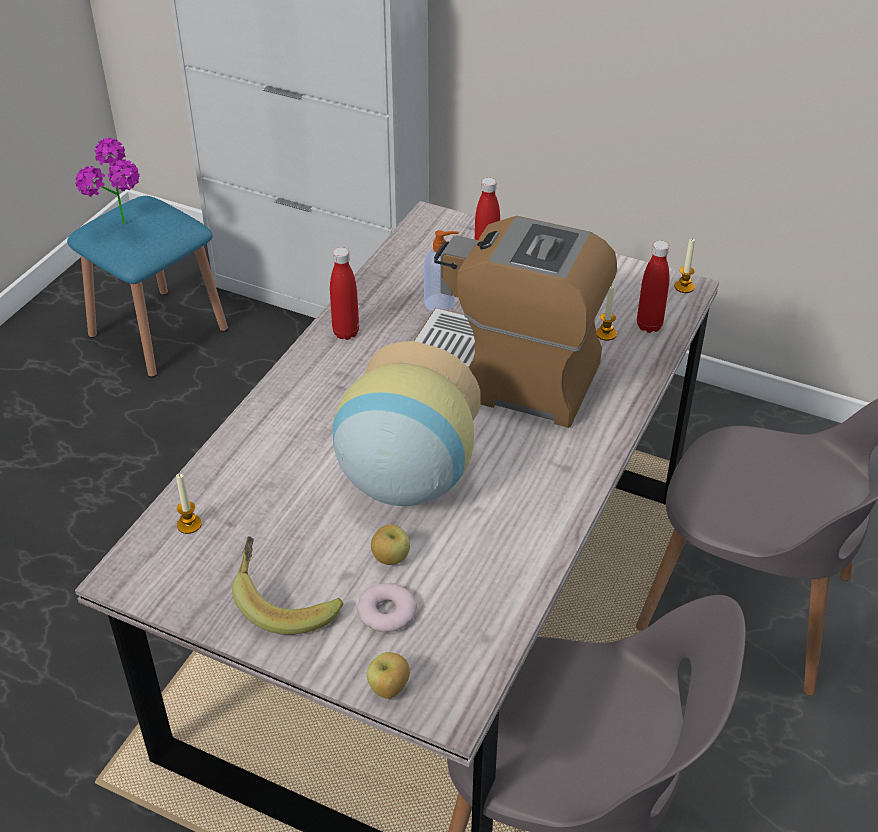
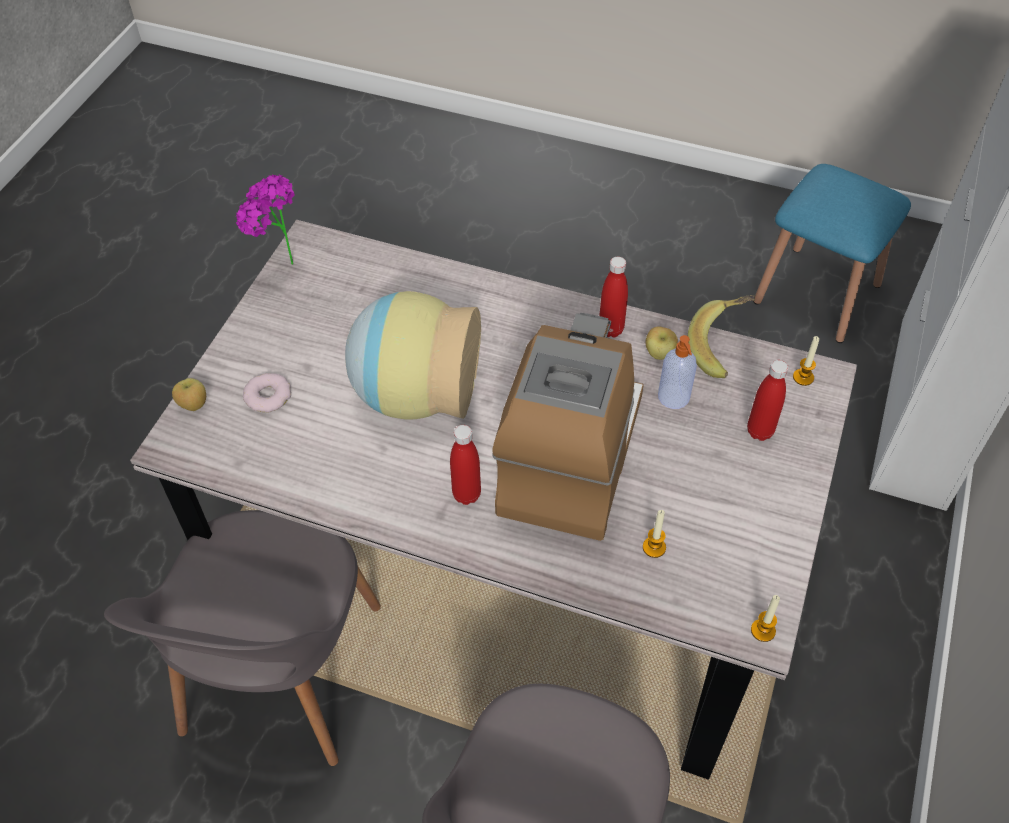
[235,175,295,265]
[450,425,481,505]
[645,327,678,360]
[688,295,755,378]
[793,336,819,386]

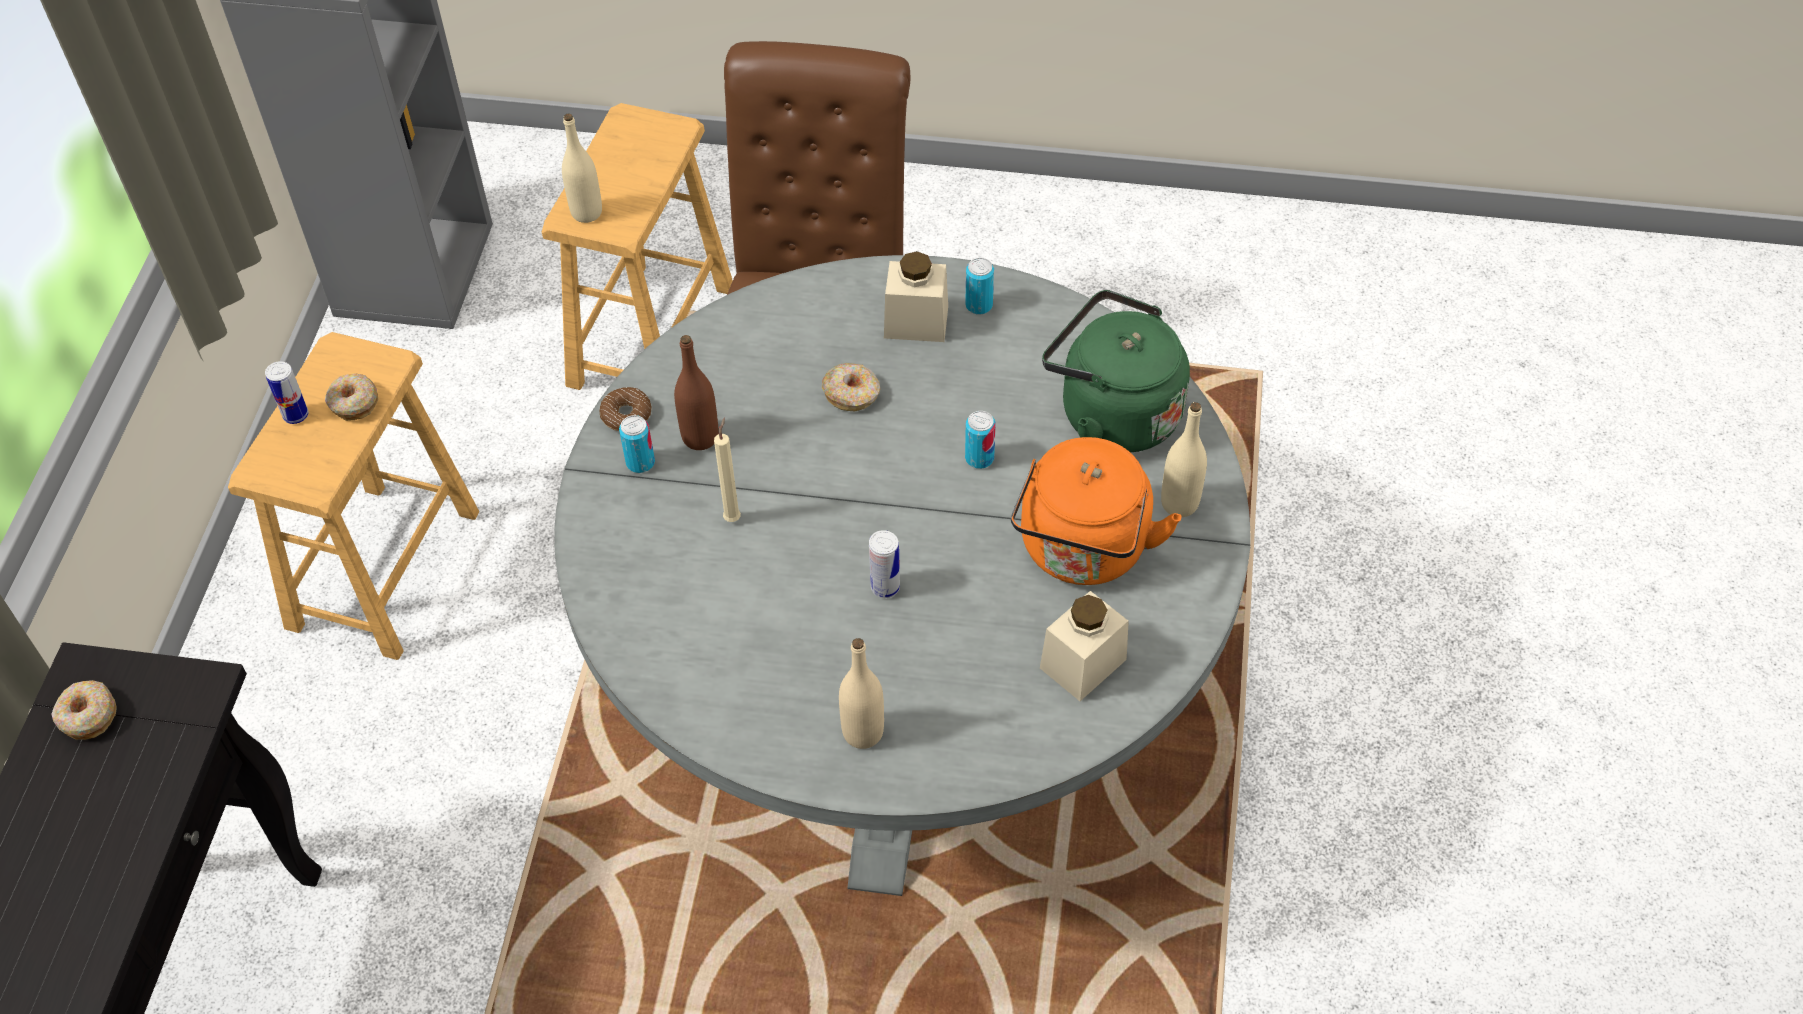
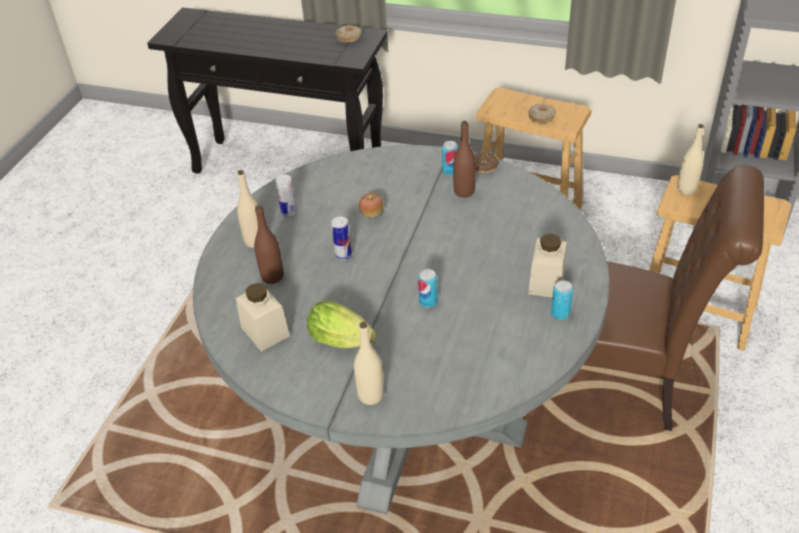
[254,205,283,284]
[276,175,297,217]
[307,300,377,348]
[359,193,383,218]
[714,417,741,522] (first image)
[822,363,880,411] (first image)
[1042,290,1190,453] (first image)

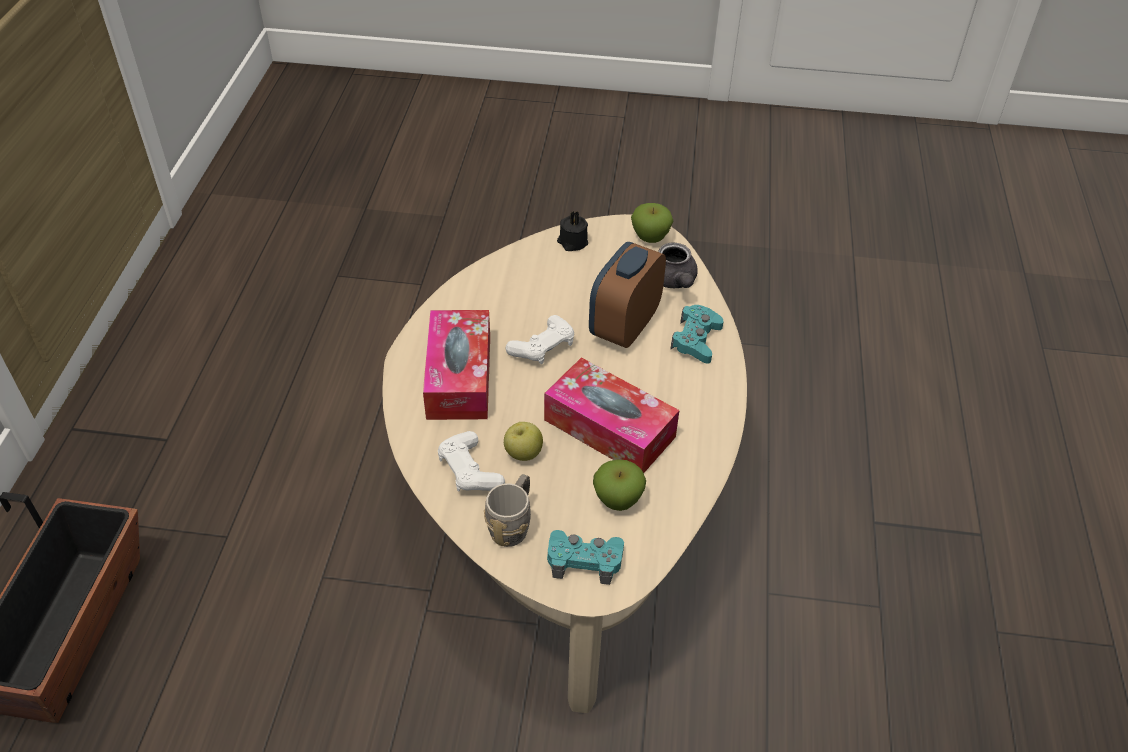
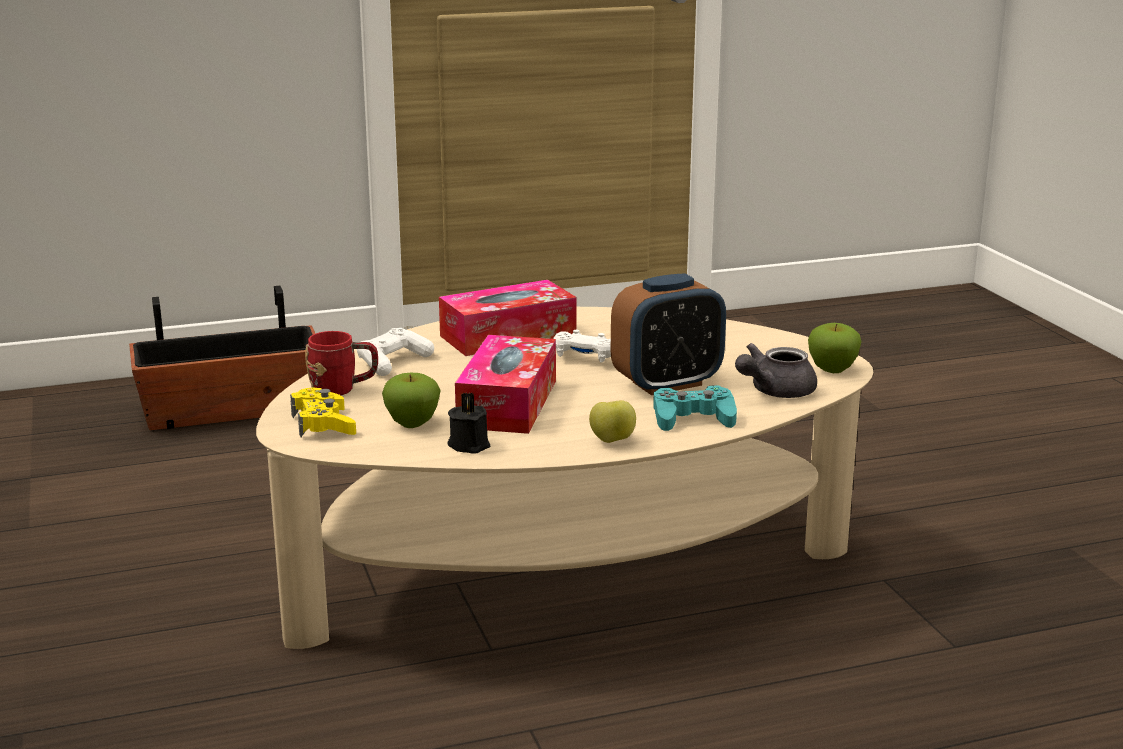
[290,388,356,437]
[305,331,378,395]
[447,393,490,454]
[589,400,636,443]
[611,273,726,395]

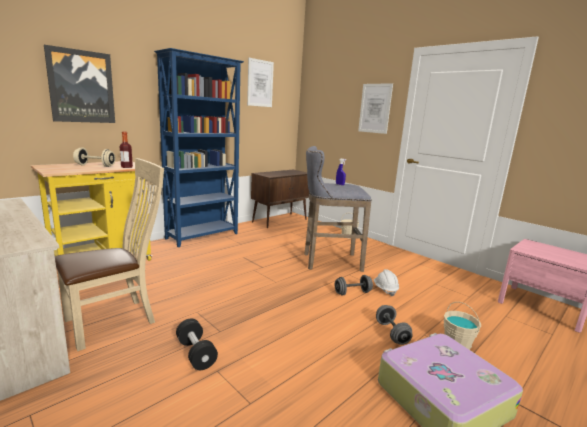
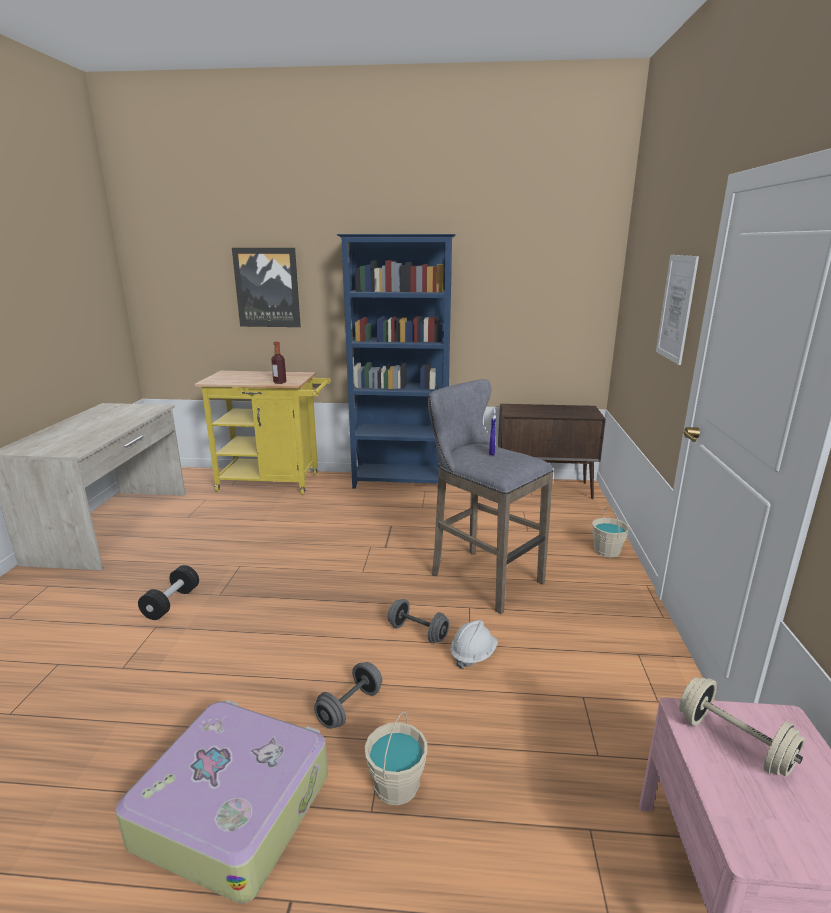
[679,677,805,777]
[55,158,164,351] (first image)
[247,58,274,107] (first image)

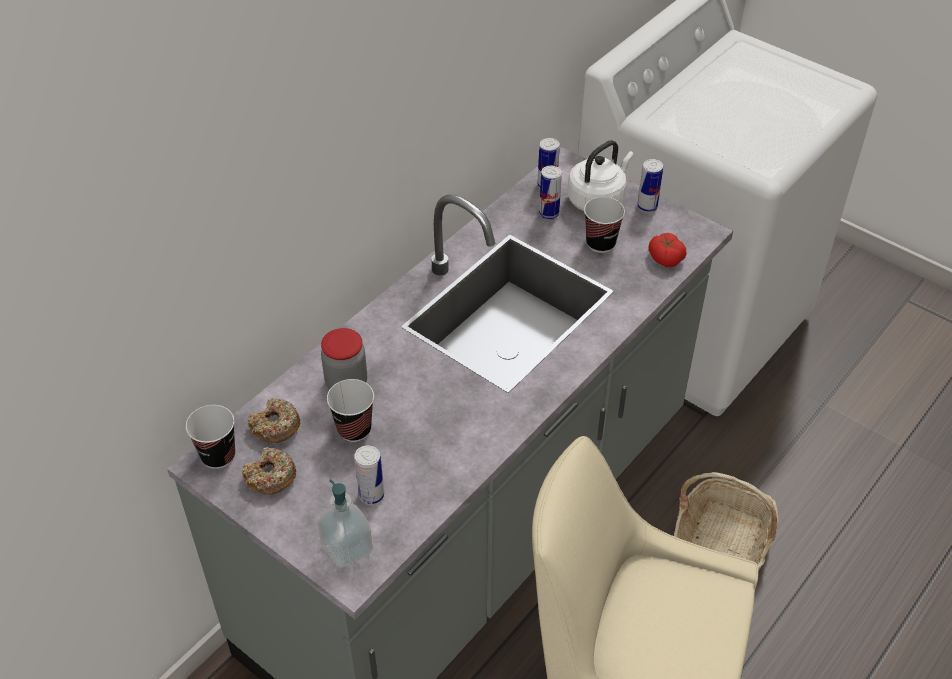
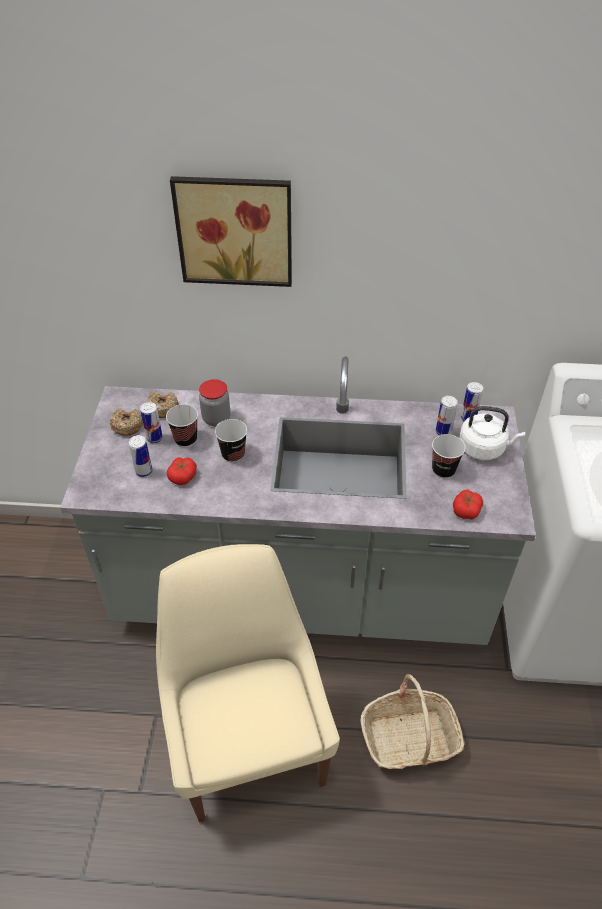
[140,402,163,443]
[167,457,197,485]
[170,176,292,287]
[215,419,247,463]
[317,480,373,568] (first image)

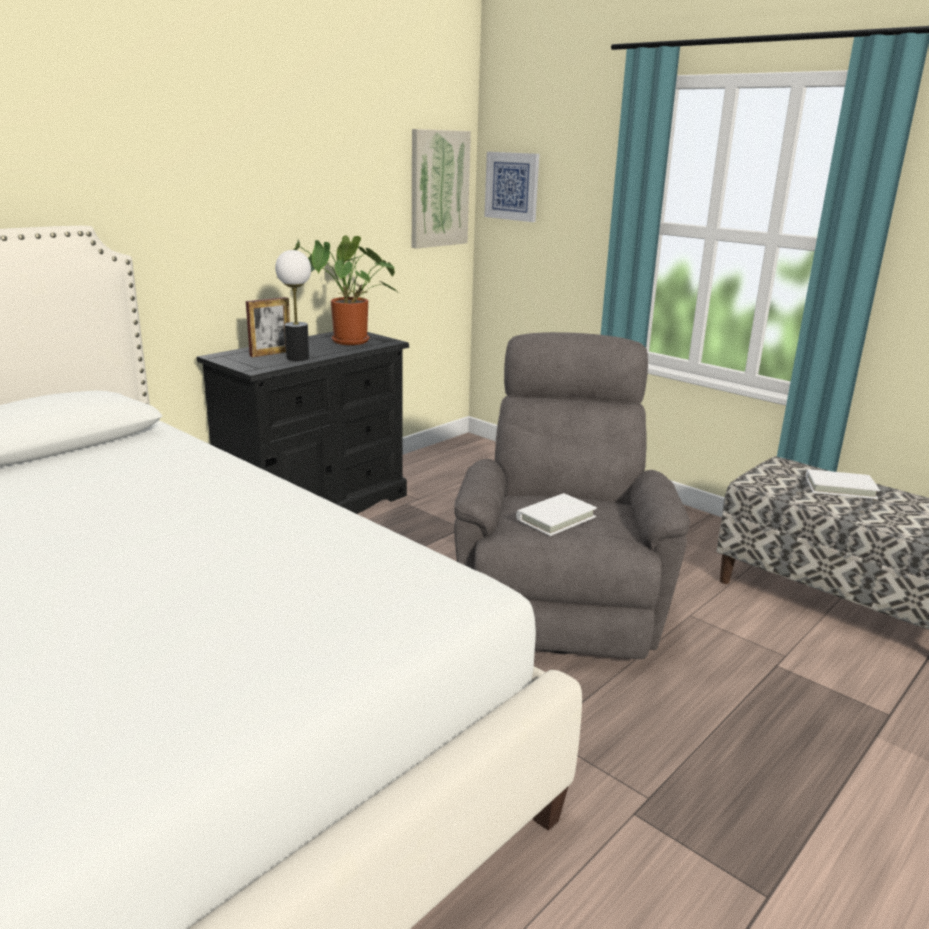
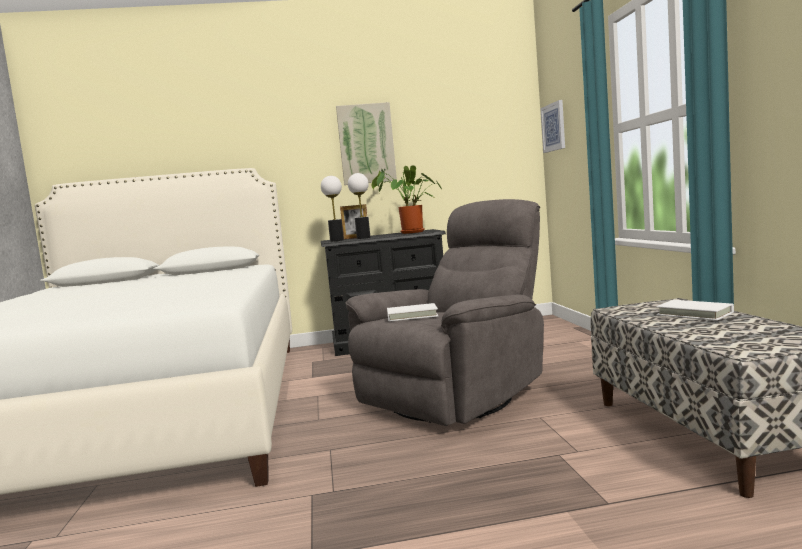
[321,176,344,242]
[336,102,397,185]

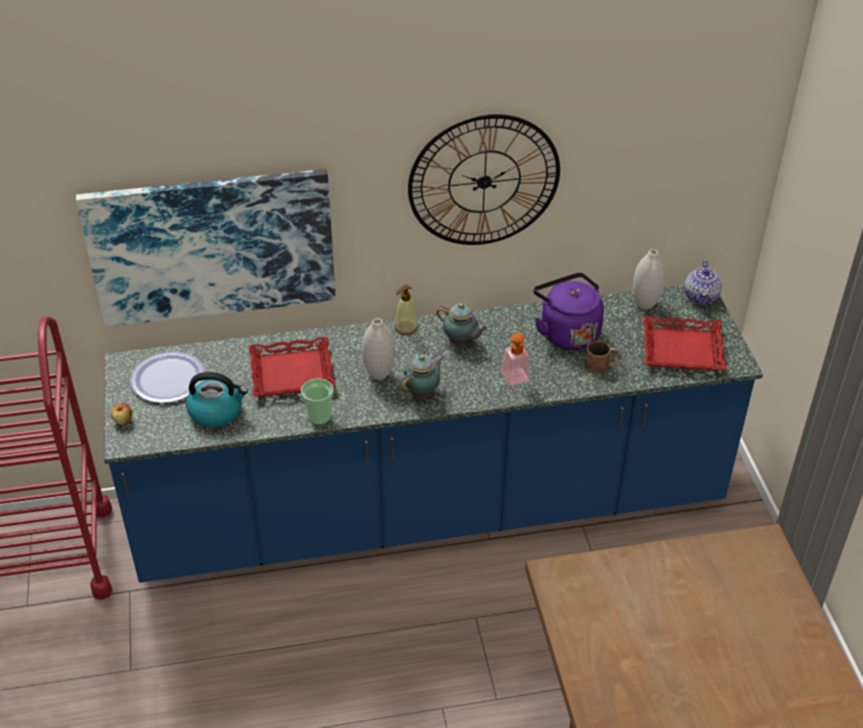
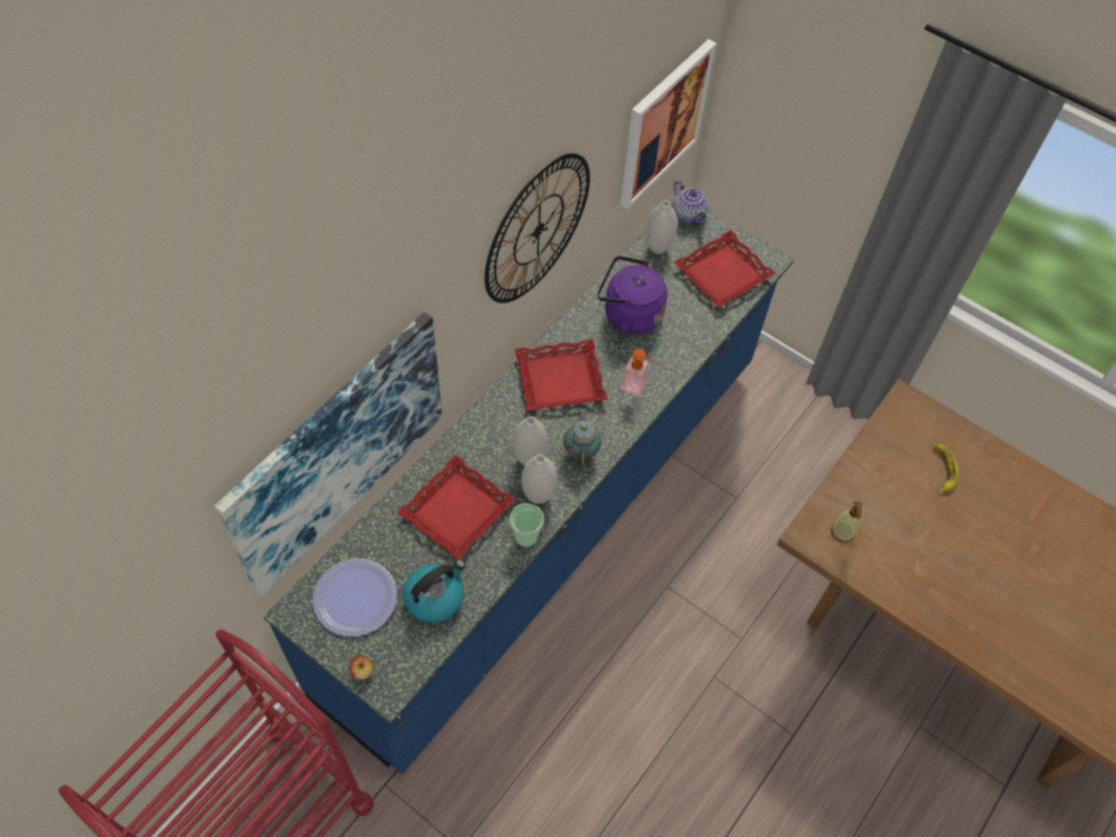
[515,339,608,410]
[521,454,557,504]
[620,39,717,209]
[831,501,862,543]
[933,443,959,493]
[585,341,621,374] (first image)

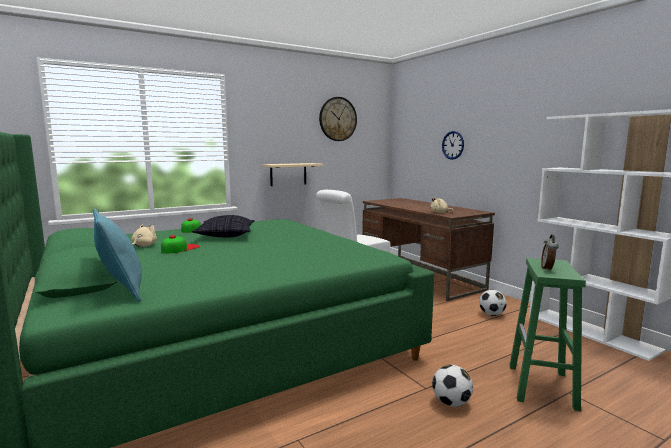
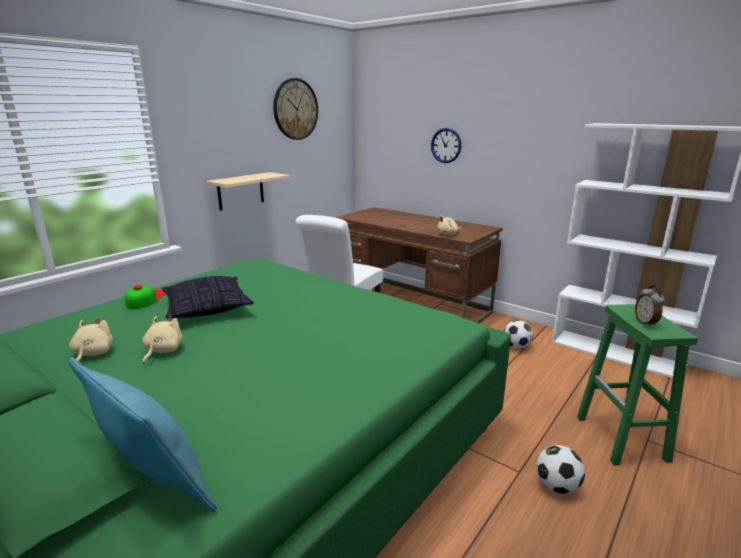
[142,316,183,364]

